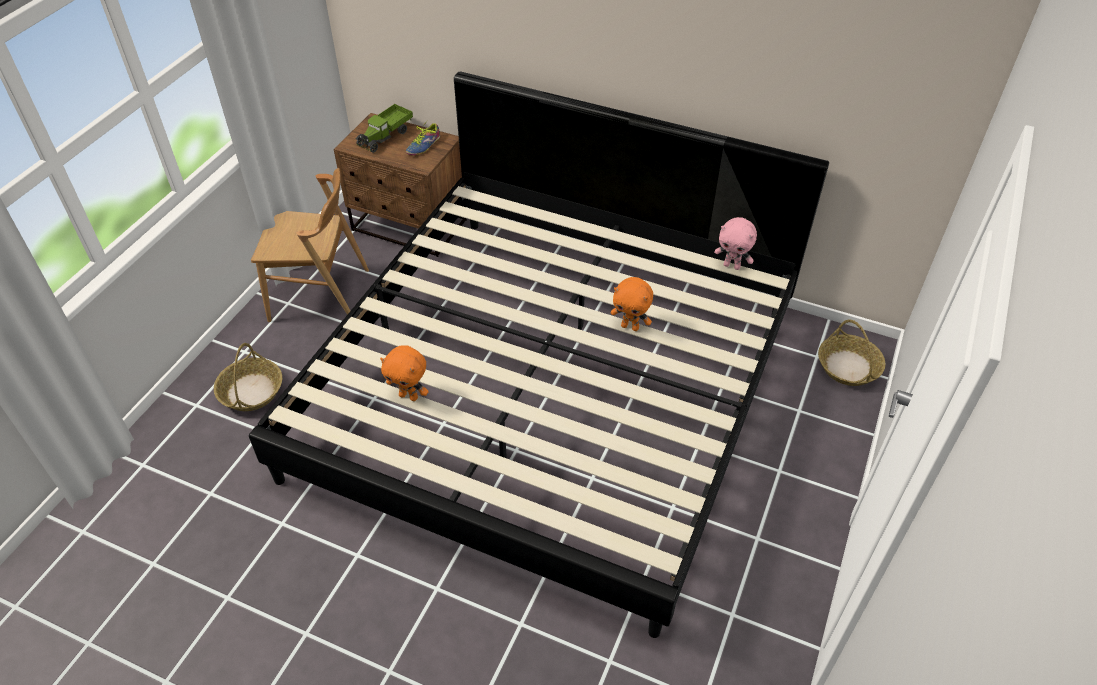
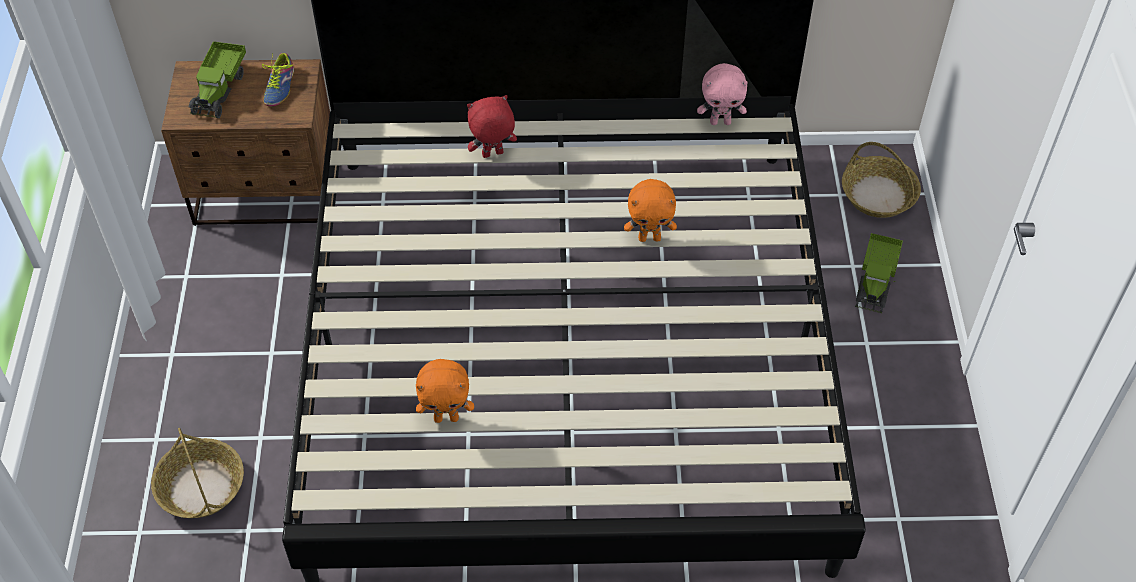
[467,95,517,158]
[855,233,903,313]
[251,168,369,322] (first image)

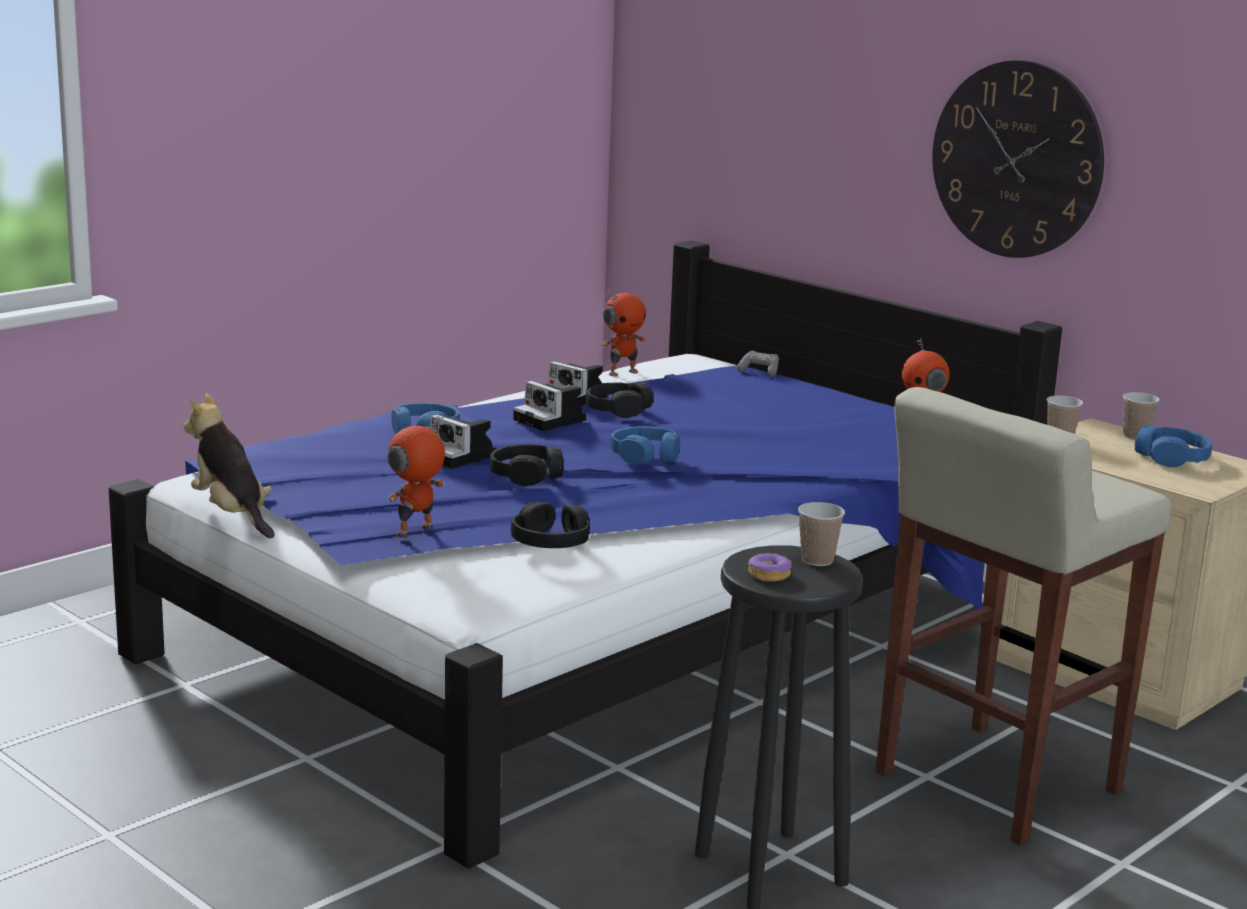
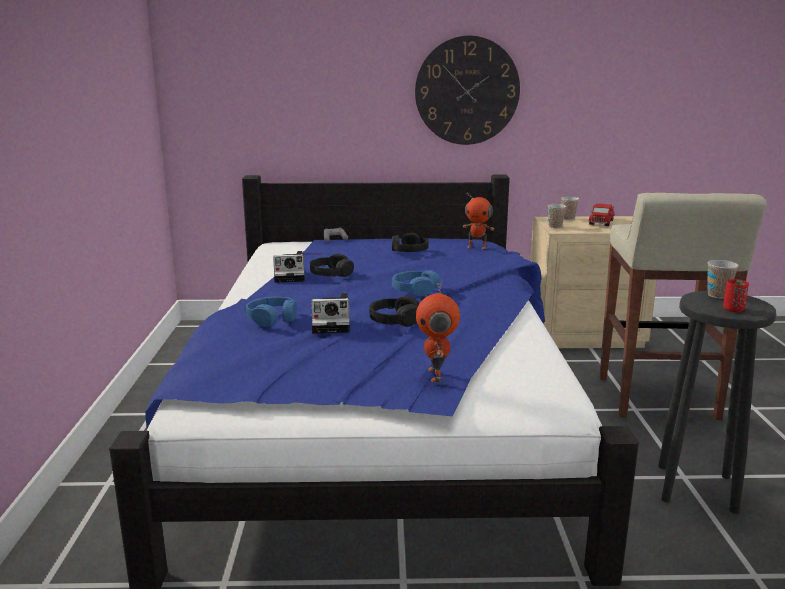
[392,233,429,252]
[589,203,614,226]
[723,279,749,312]
[184,393,275,538] (first image)
[513,381,587,431] (first image)
[601,288,646,377] (first image)

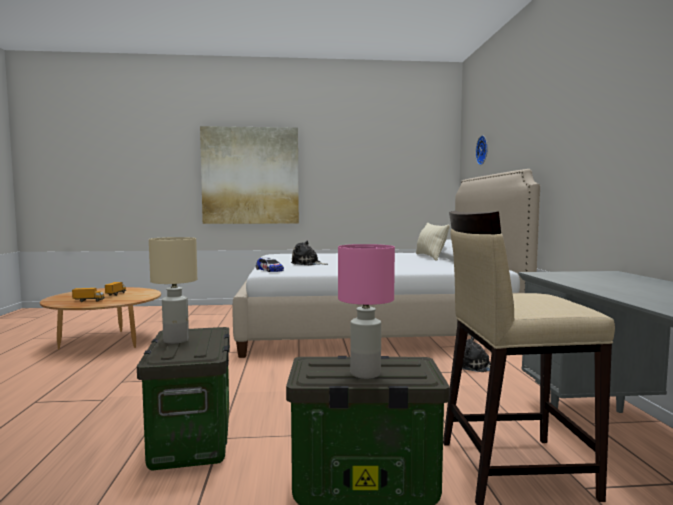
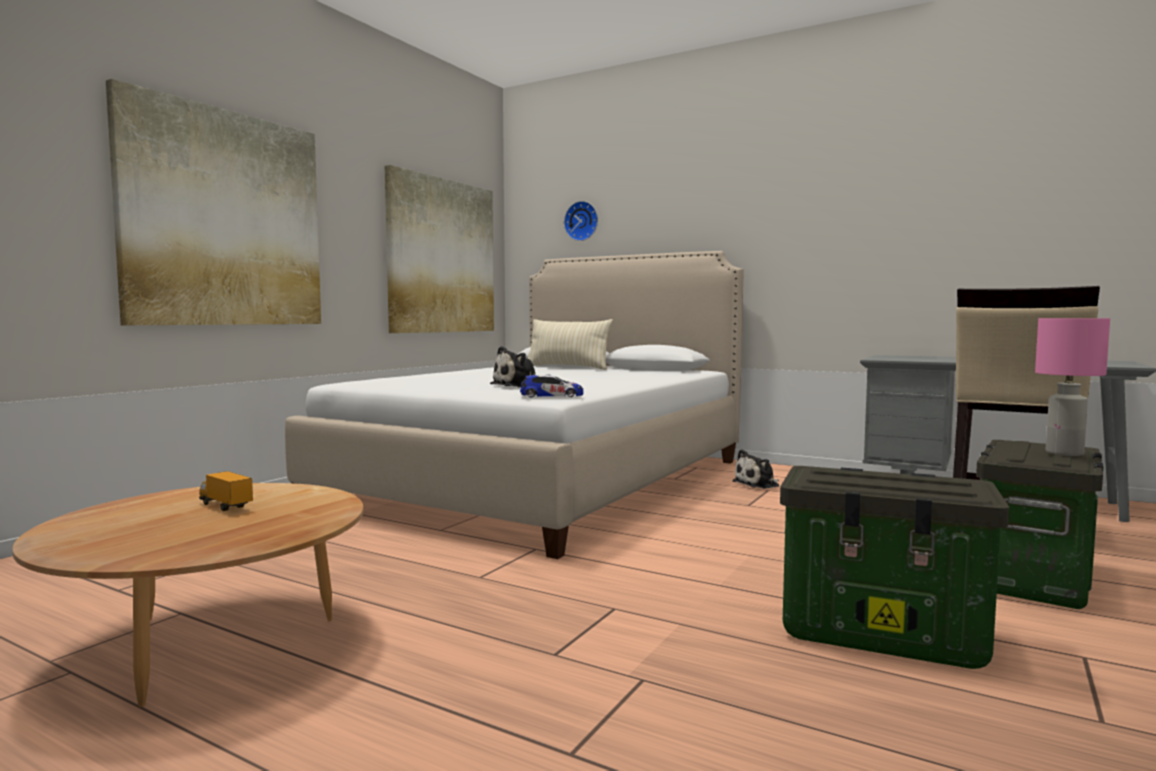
[385,165,494,333]
[72,288,105,302] (first image)
[149,237,197,344] (first image)

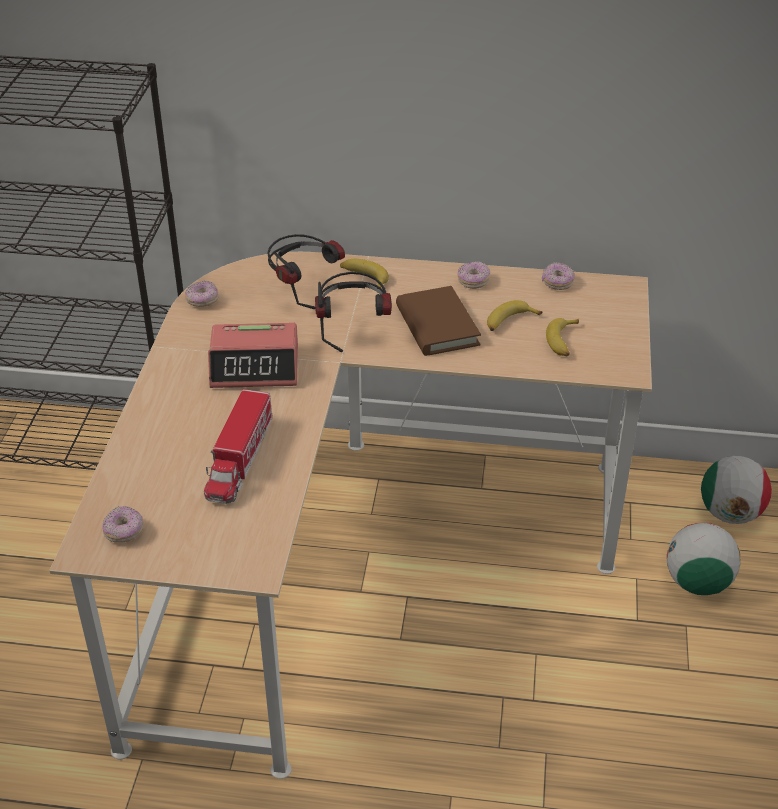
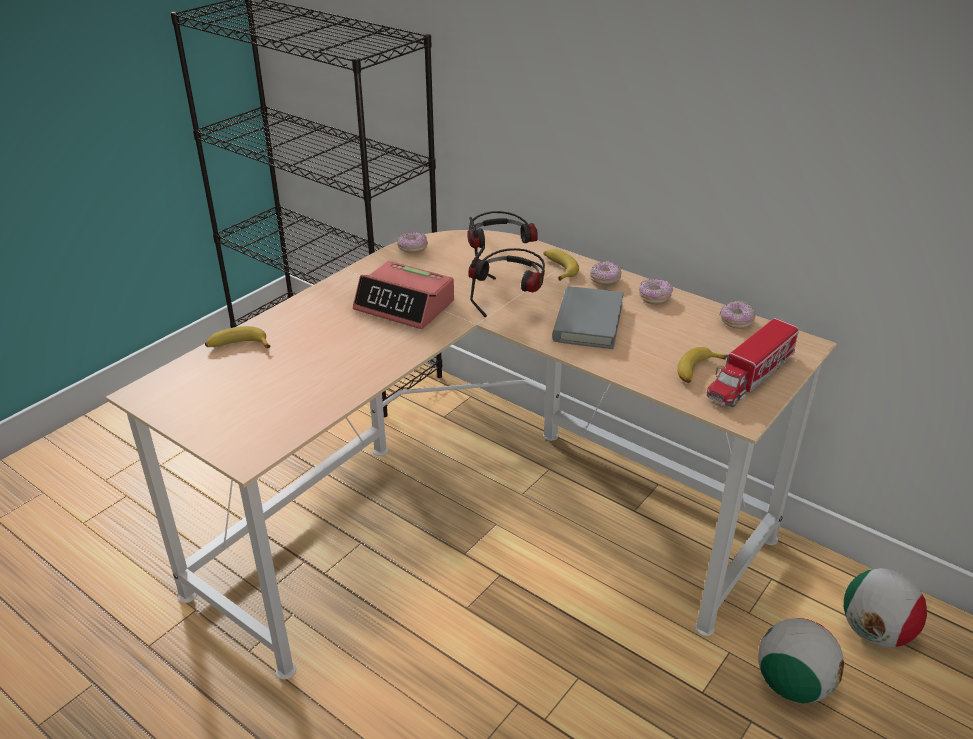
[205,326,271,348]
[552,286,624,349]
[590,261,622,284]
[707,318,799,407]

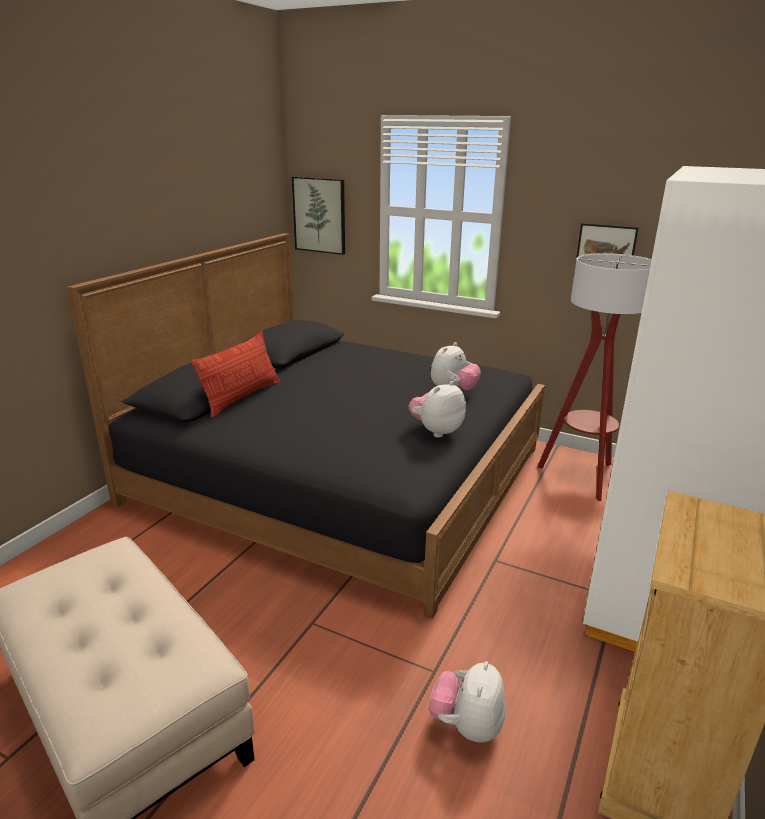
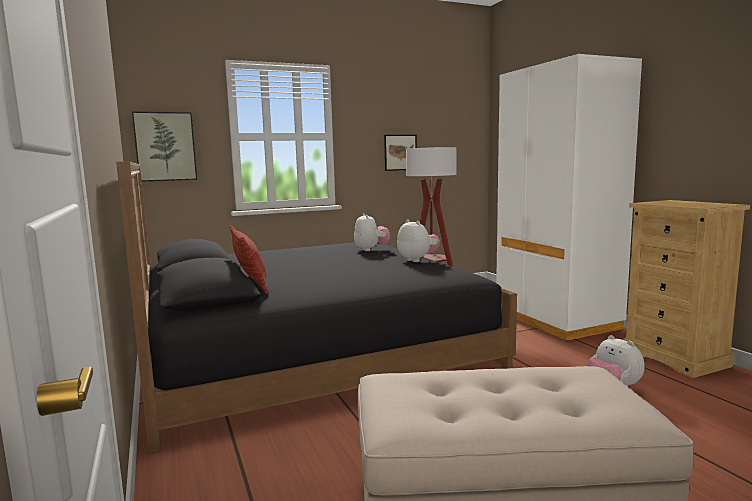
[397,220,440,262]

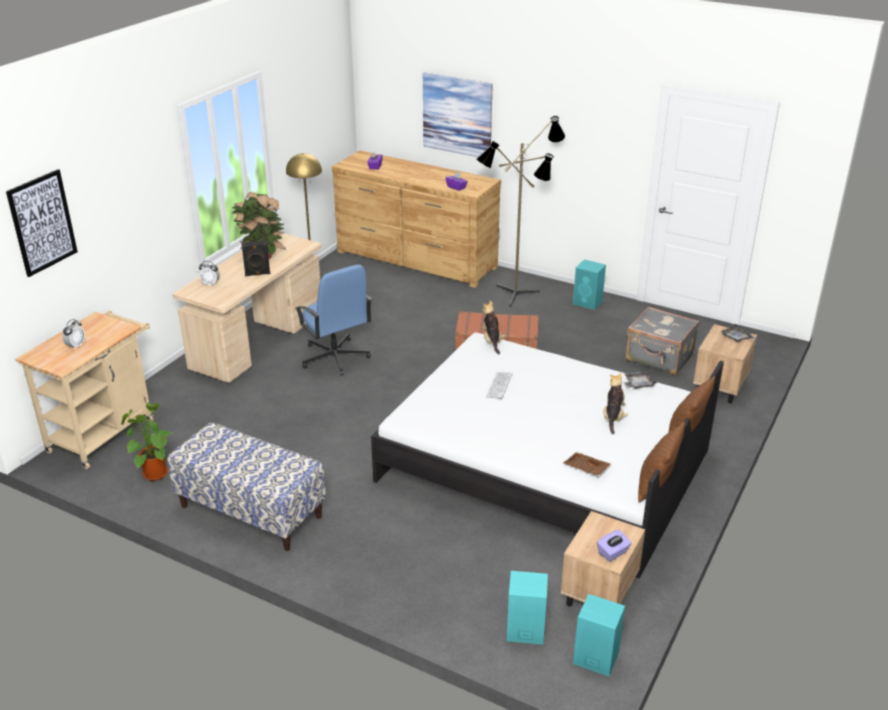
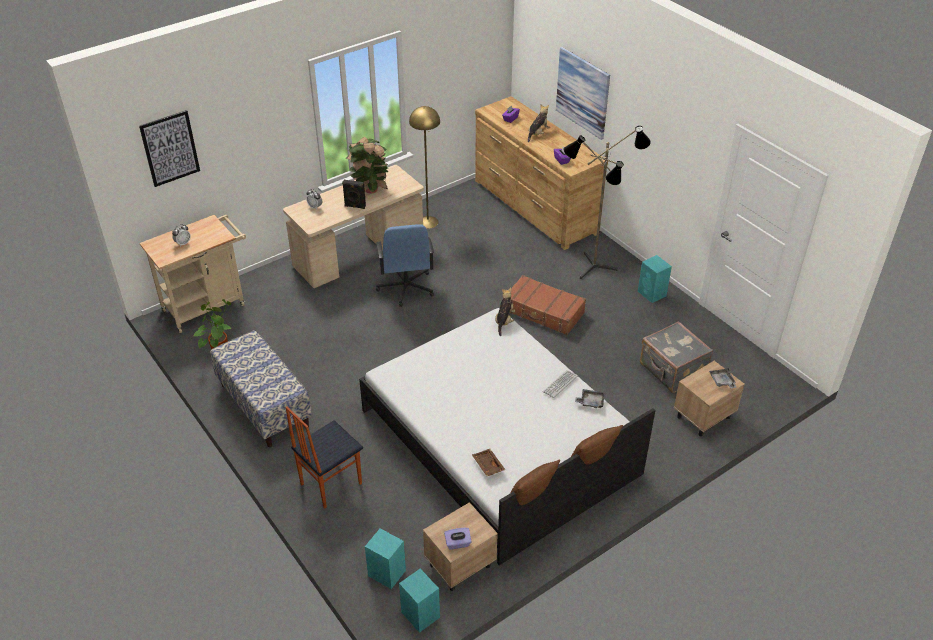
[285,406,363,509]
[528,104,550,142]
[543,370,578,398]

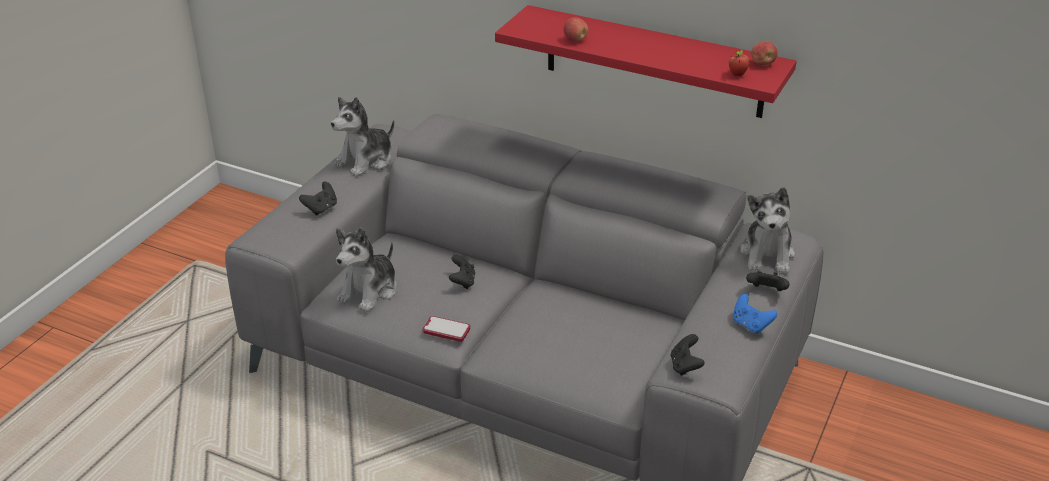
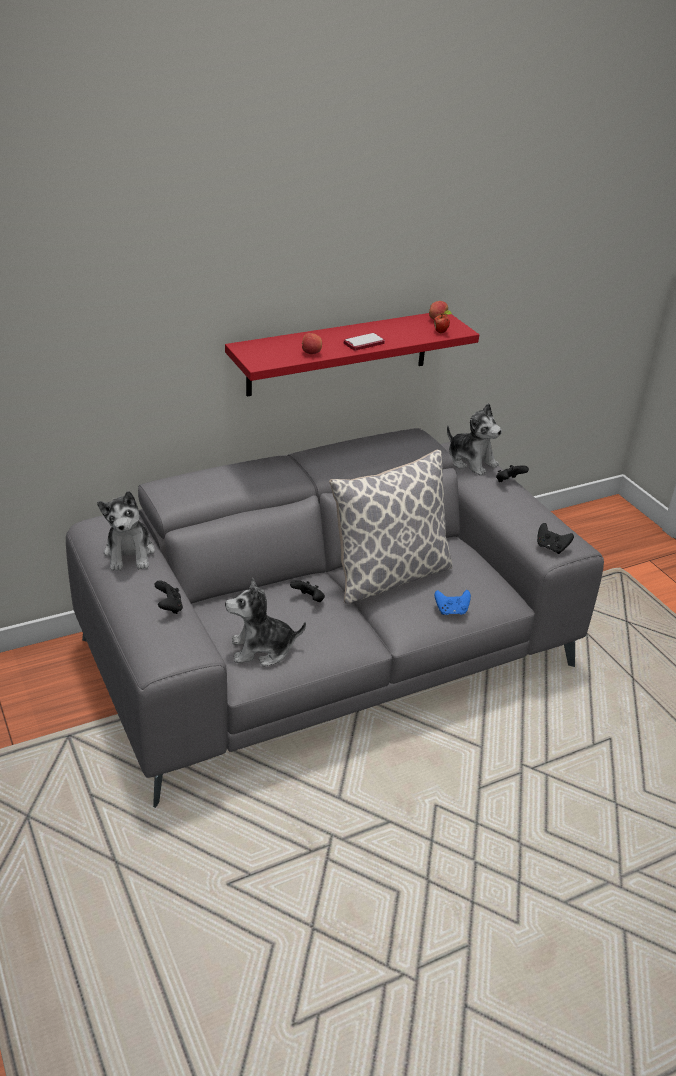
[225,577,306,667]
[329,449,453,604]
[344,333,385,350]
[434,590,471,615]

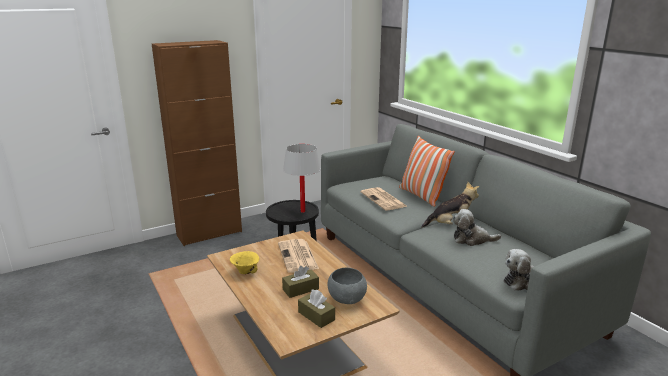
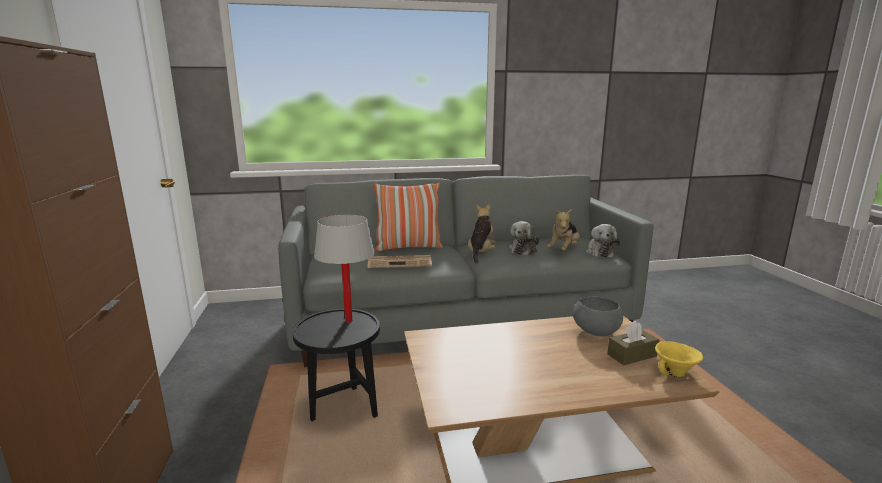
[547,209,580,251]
[655,341,703,377]
[278,239,319,273] (first image)
[282,266,319,298] (first image)

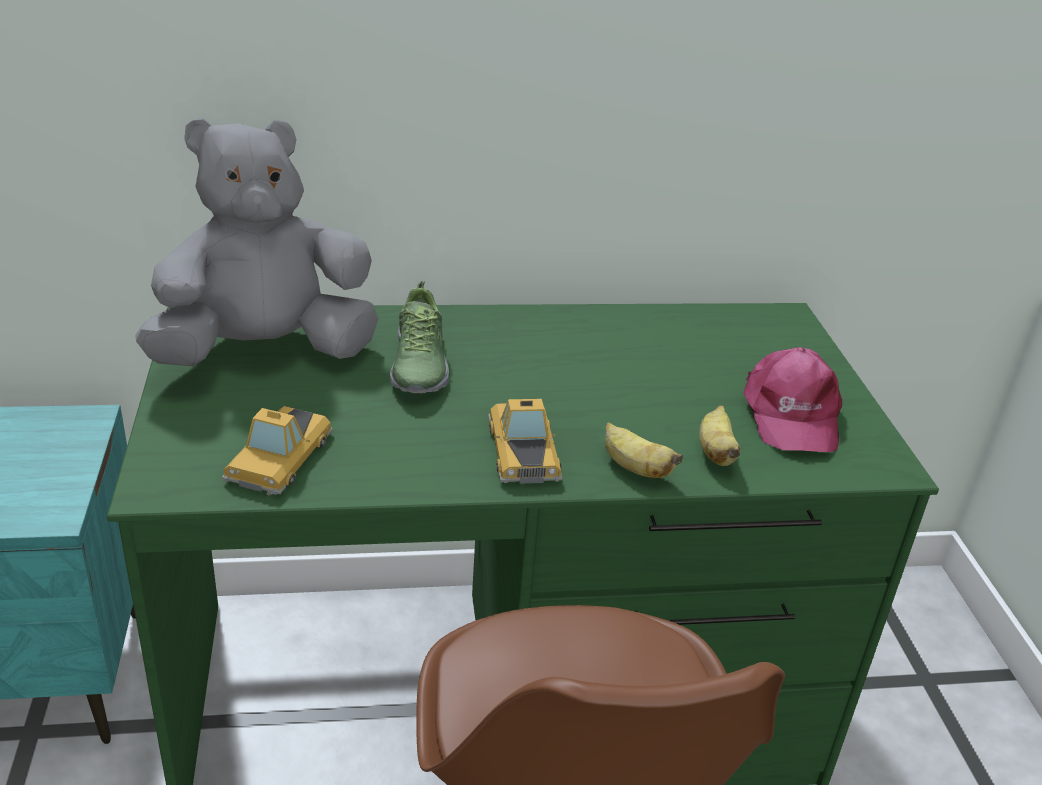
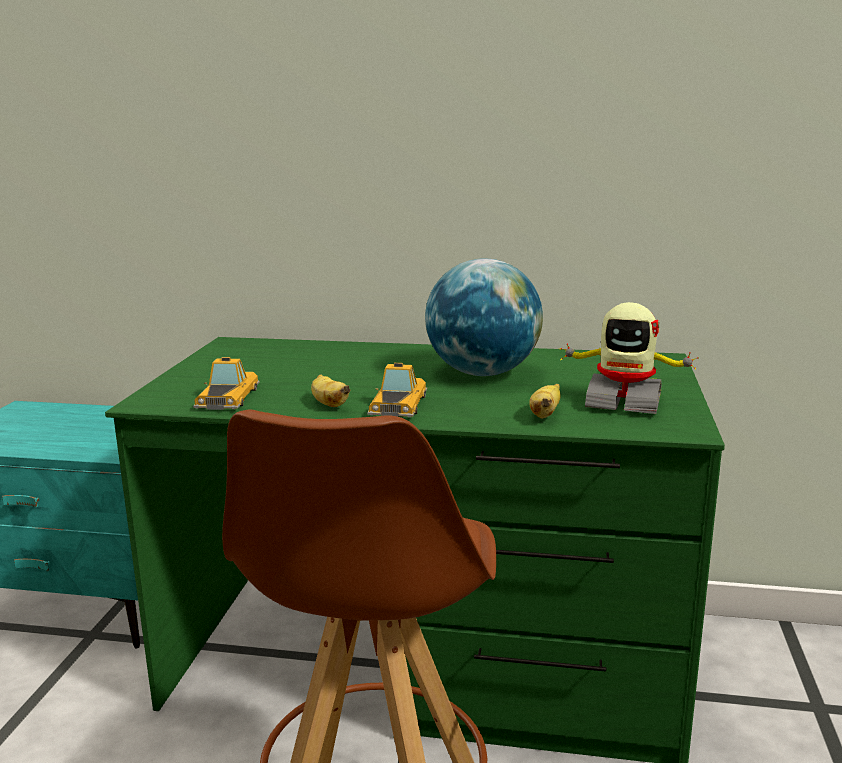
[193,357,260,410]
[311,374,350,407]
[425,258,543,376]
[560,302,698,414]
[135,118,378,366] (first image)
[390,281,449,393] (first image)

